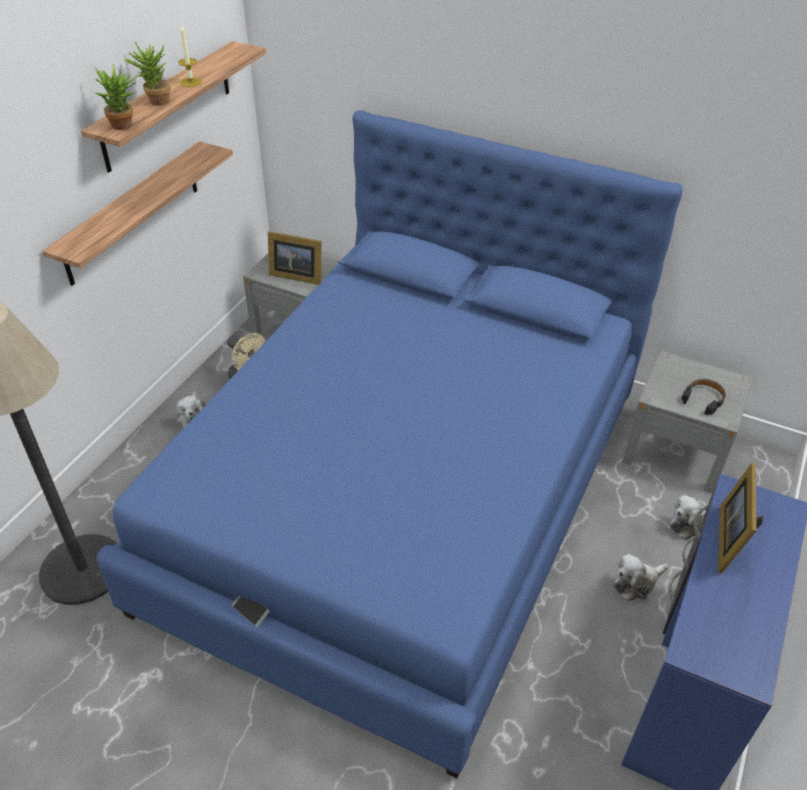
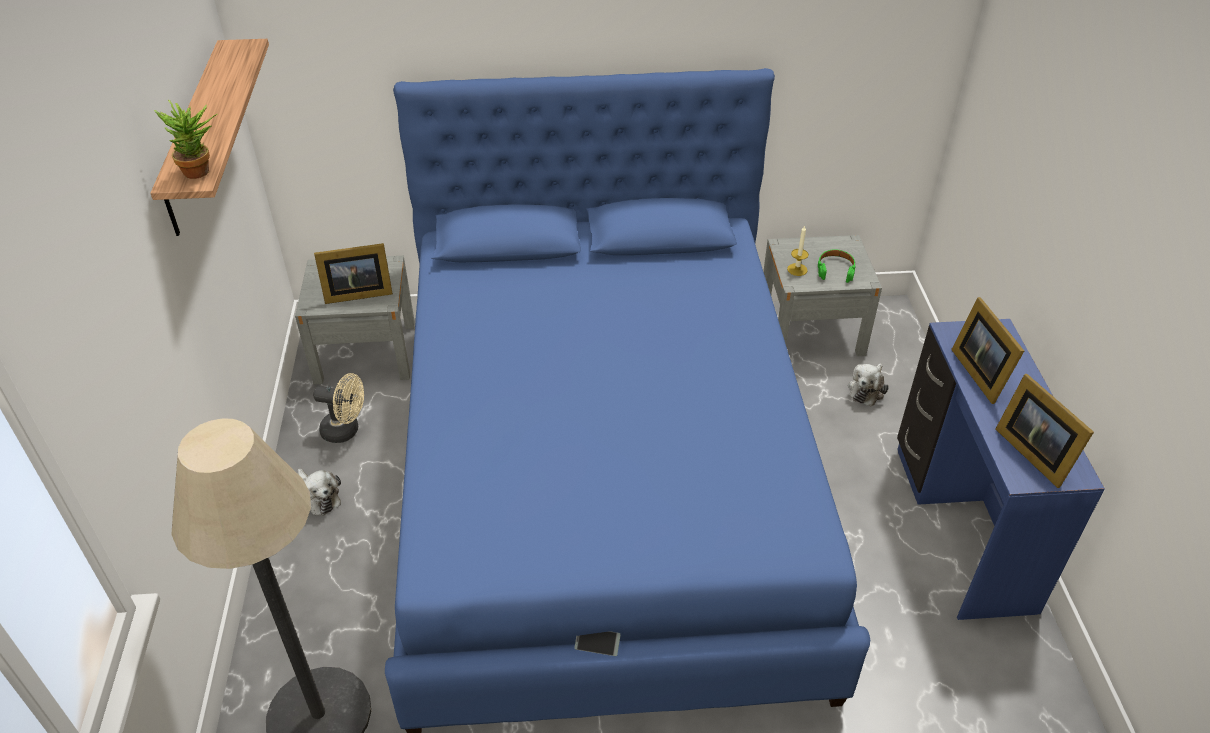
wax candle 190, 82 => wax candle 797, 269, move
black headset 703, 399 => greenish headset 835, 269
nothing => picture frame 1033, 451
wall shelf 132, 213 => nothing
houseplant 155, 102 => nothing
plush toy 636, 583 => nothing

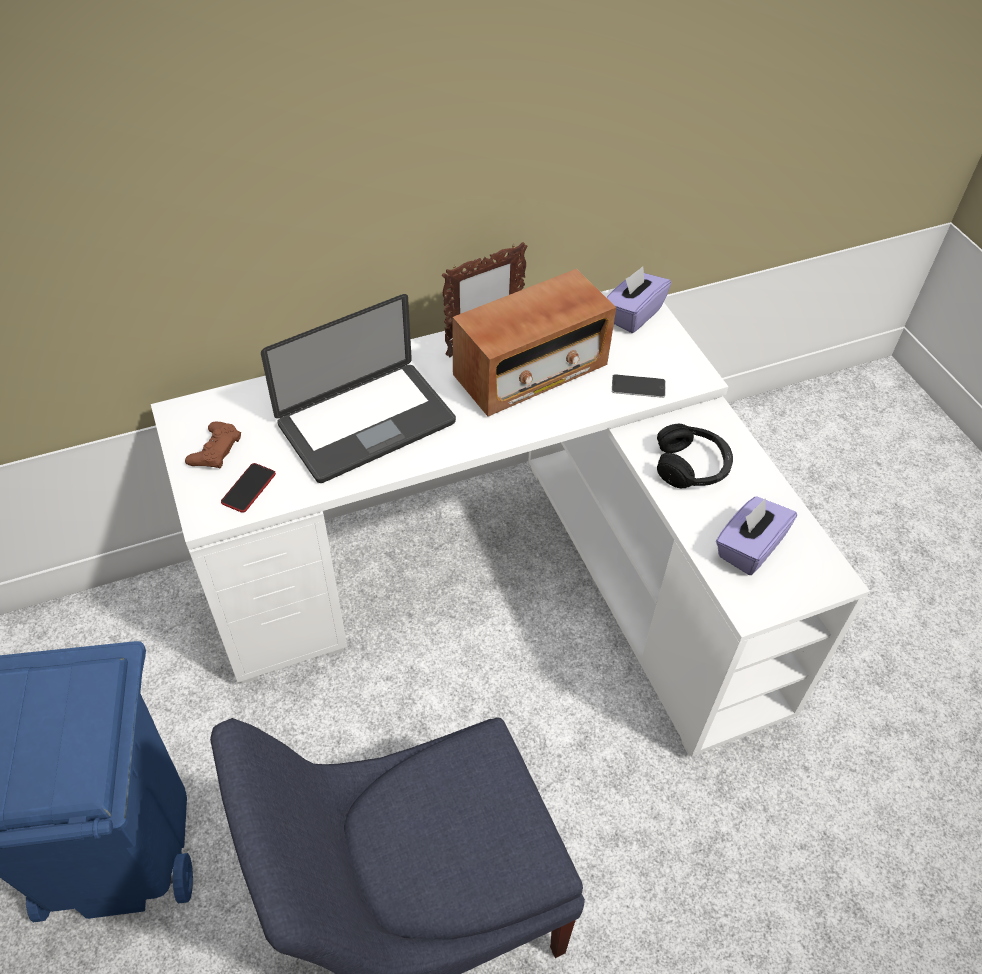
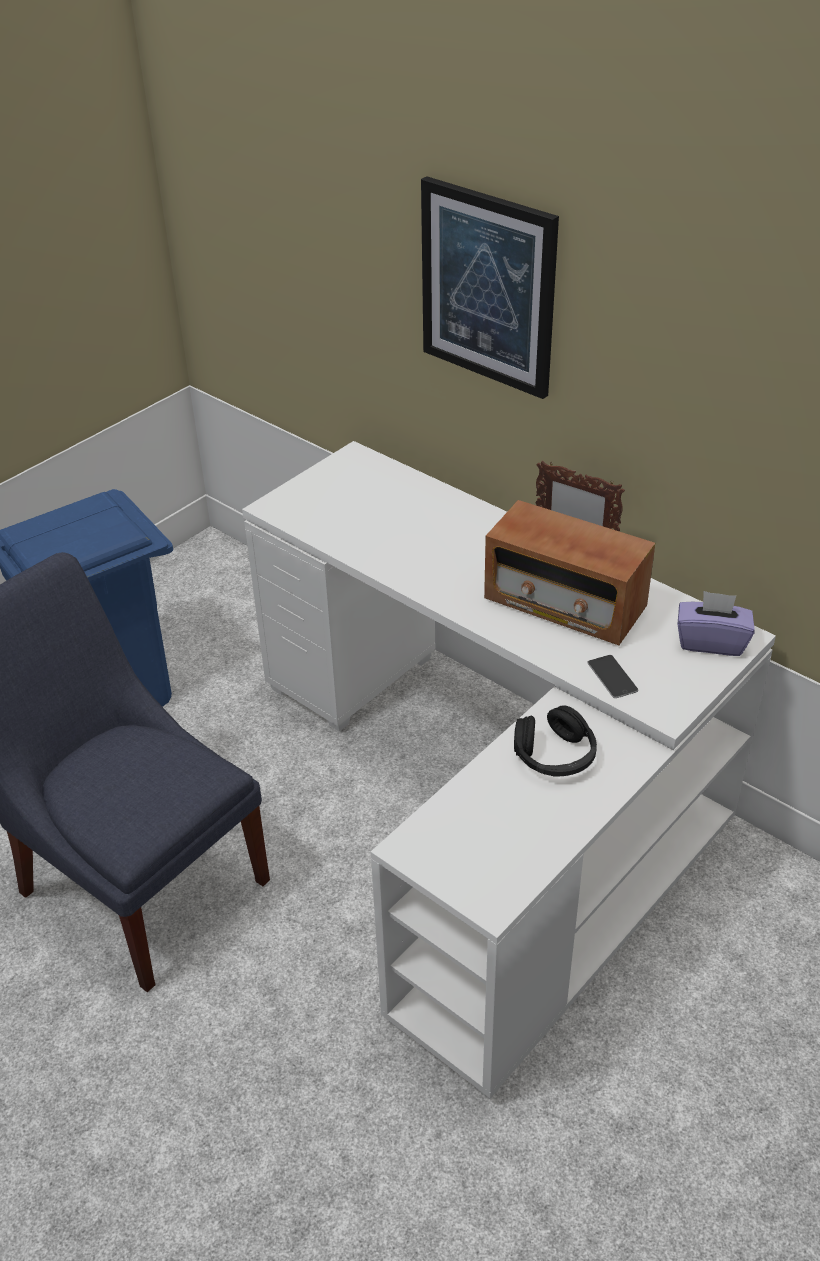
nothing => picture 488, 287
brown joypad 215, 450 => nothing
phone 248, 488 => nothing
portable computer 366, 424 => nothing
purple-coloured tissue box 748, 548 => nothing

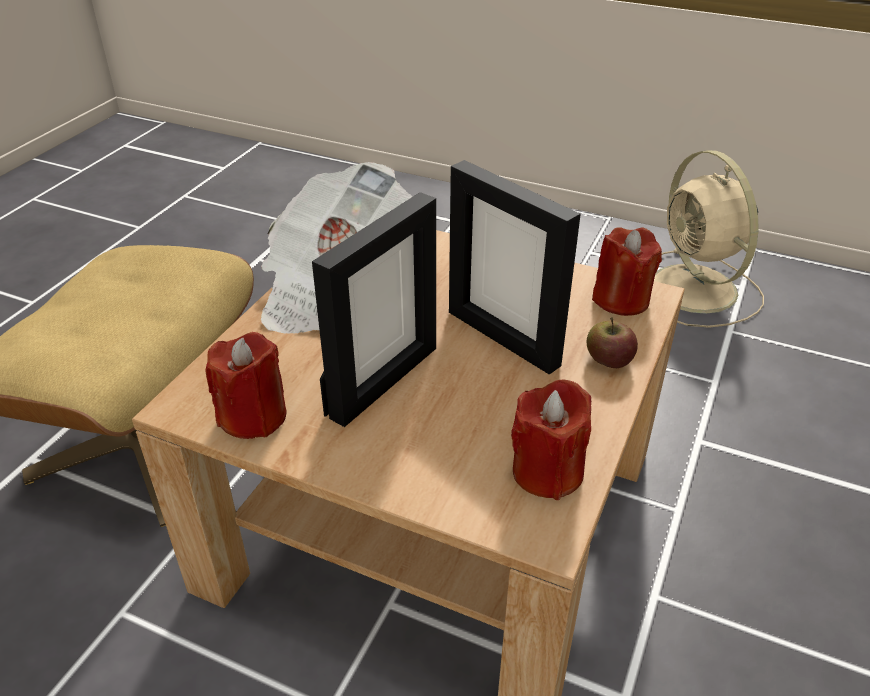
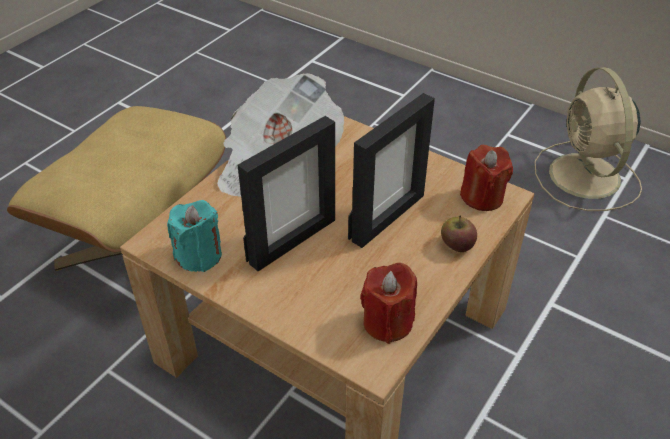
reddish wax candle 253, 416 => blue-green wax candle 199, 255
picture frame 504, 337 => picture frame 387, 217, 105 degrees counterclockwise

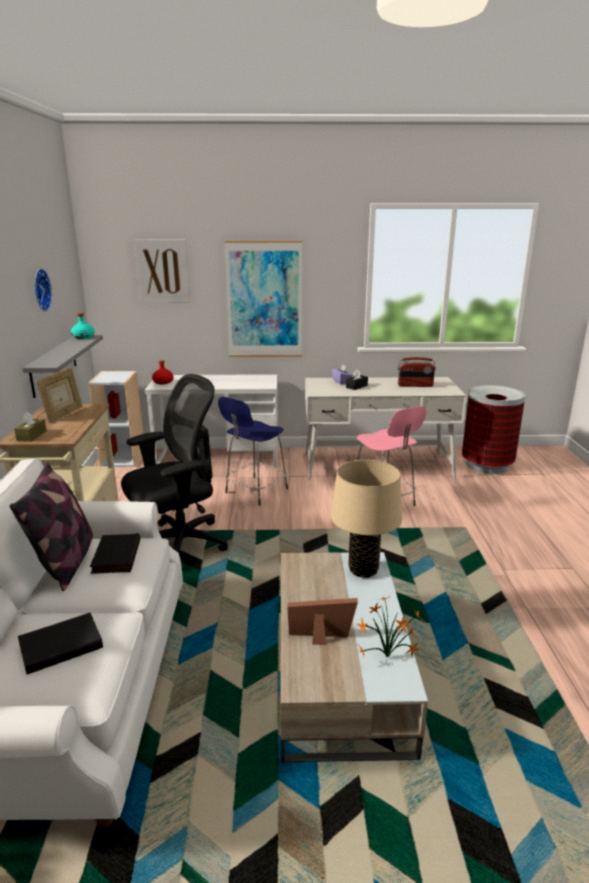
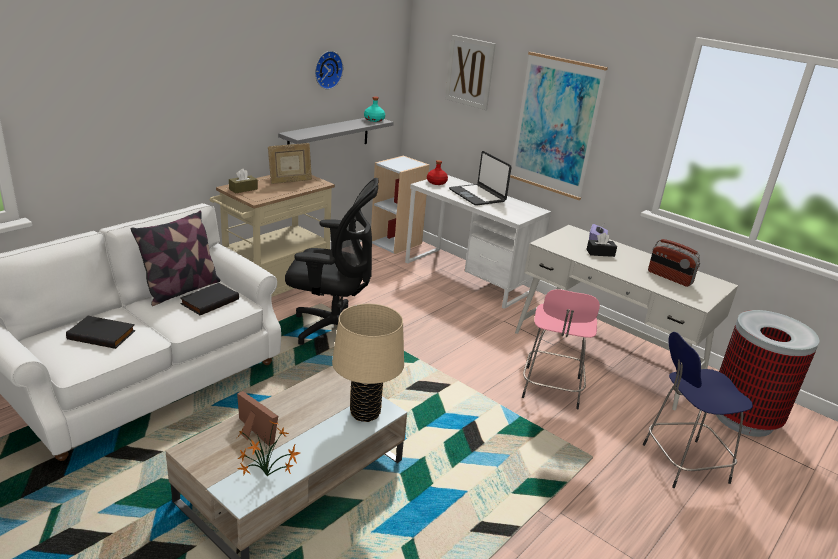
nothing => portable computer 477, 195
blue-coloured stool 255, 491 => blue-coloured stool 682, 463, move

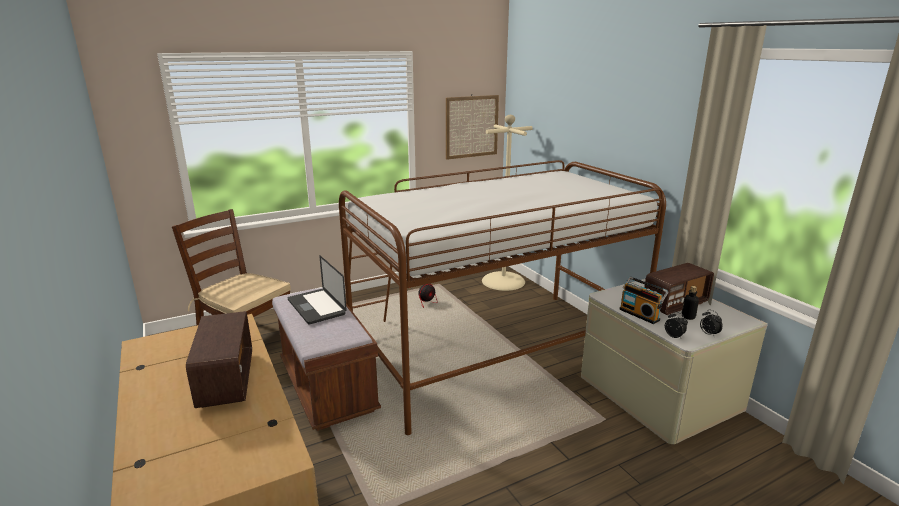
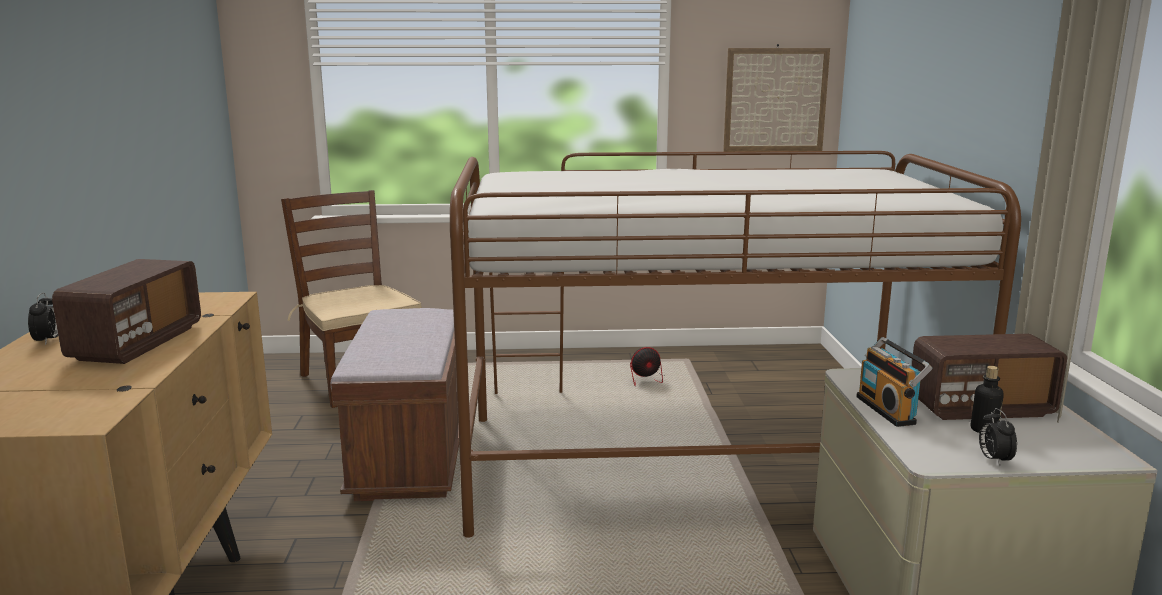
table clock 674, 336 => table clock 48, 341, move
portable computer 316, 307 => nothing
sand-coloured garment stand 503, 281 => nothing

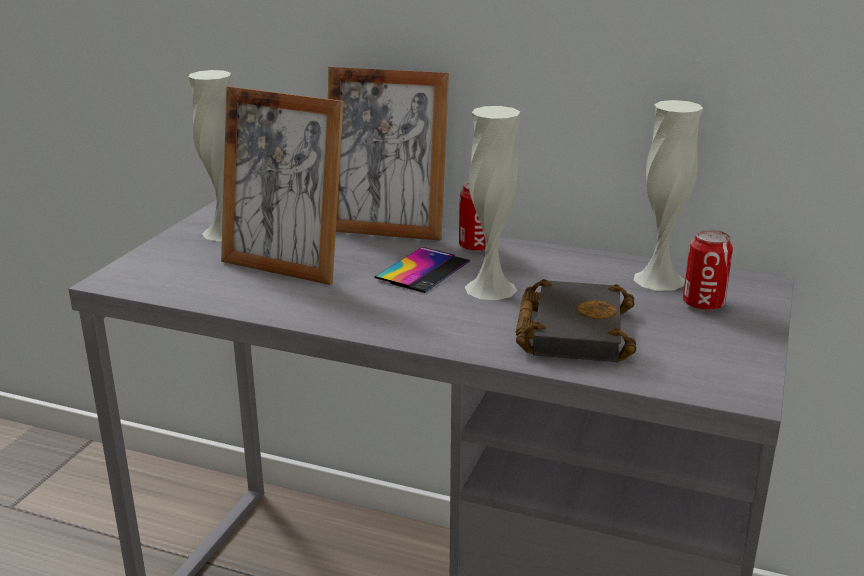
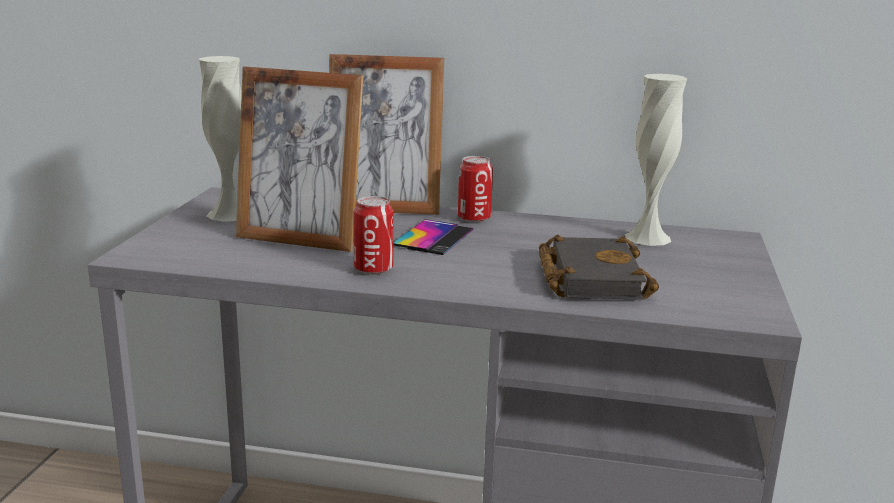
can 703, 304 => can 373, 269, move
white decorative vase 490, 288 => nothing

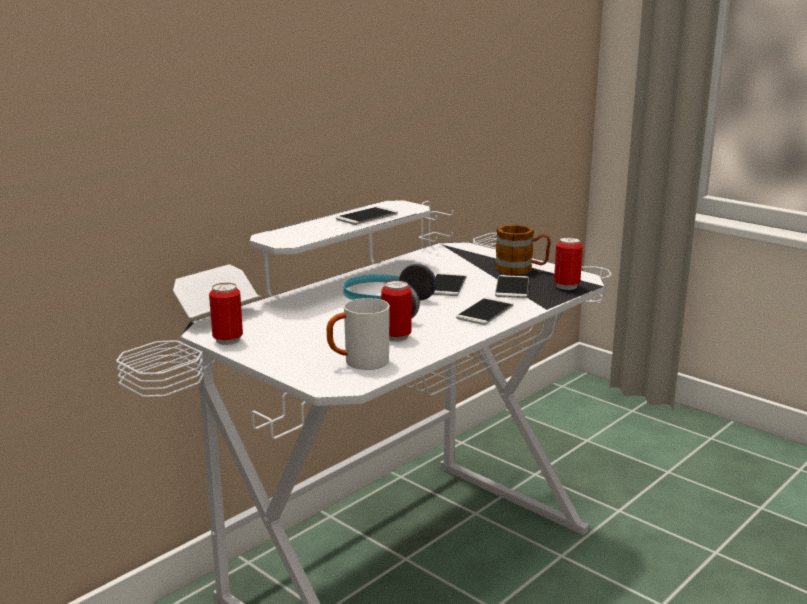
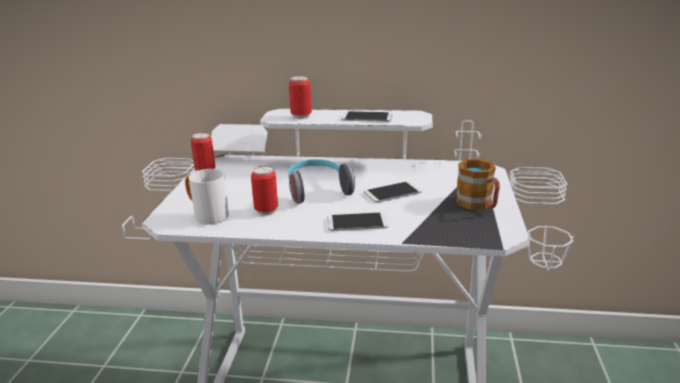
can 566, 286 => can 301, 116, move
phone 512, 287 => nothing

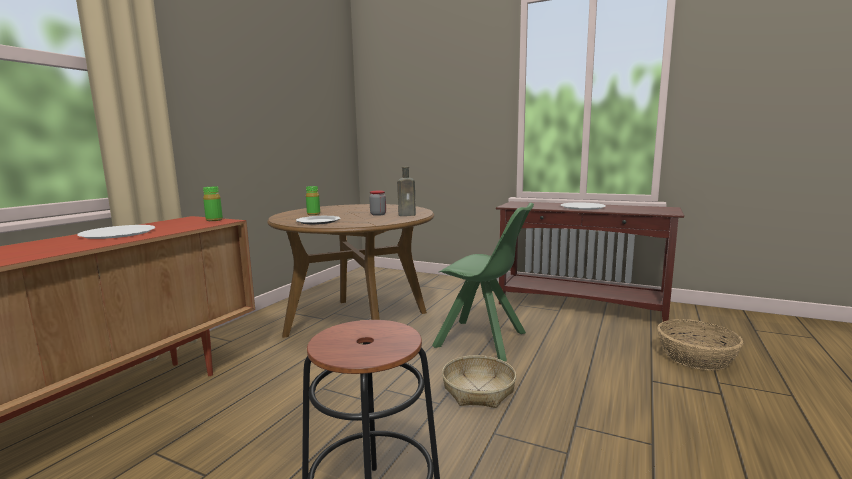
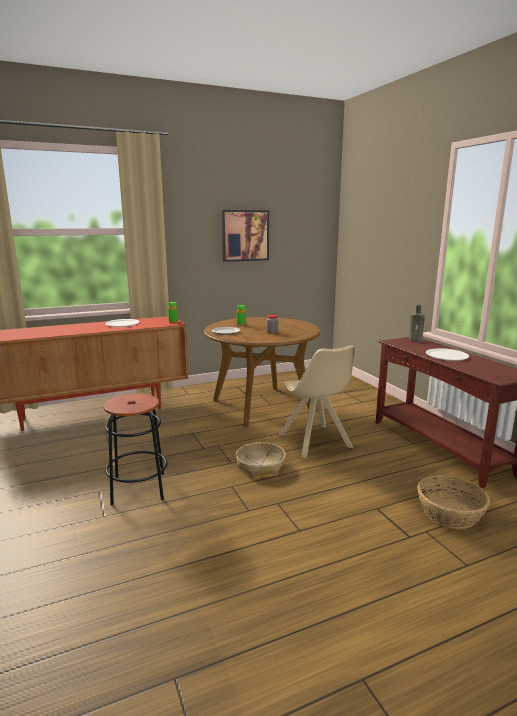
nothing => picture 245, 235
greenish upright chair 483, 340 => sand-coloured upright chair 315, 442
brown bottle 408, 215 => brown bottle 416, 340, move

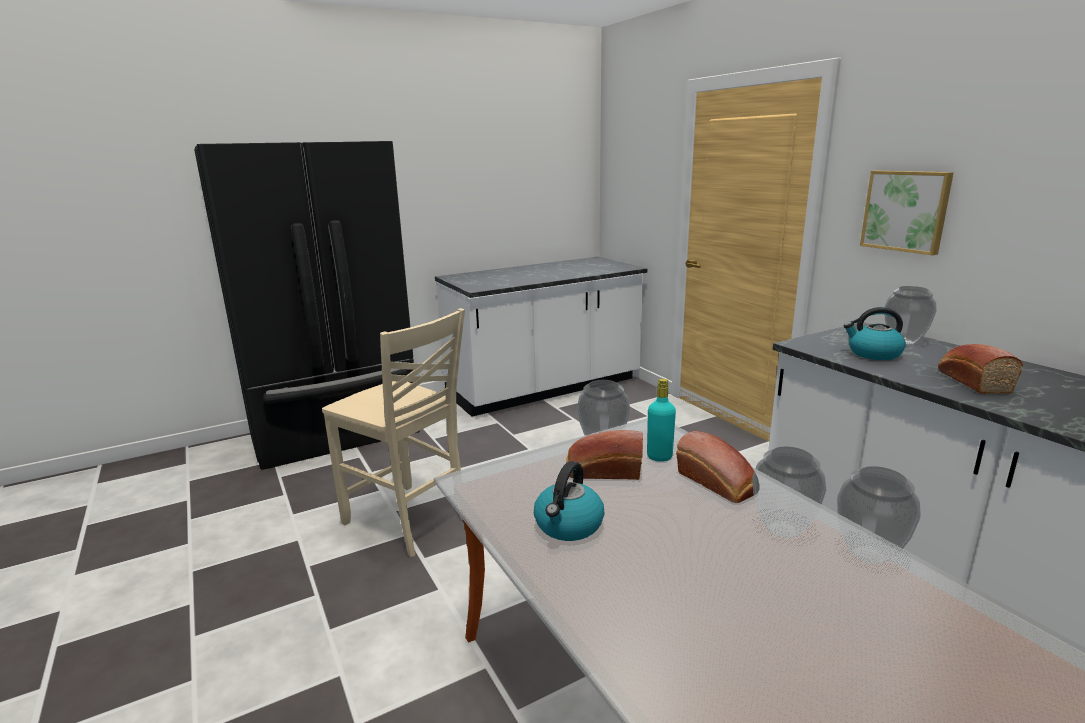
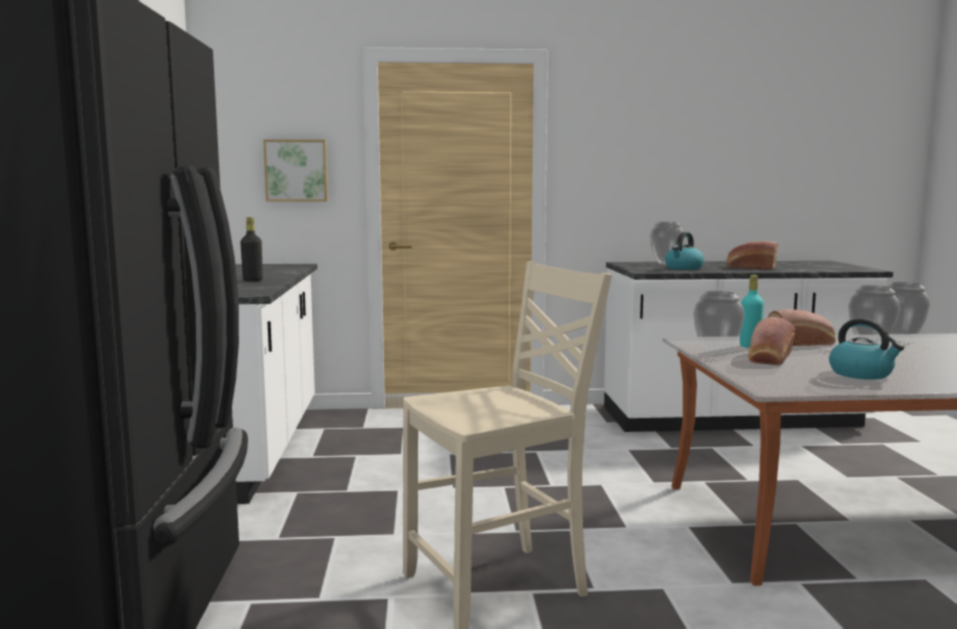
nothing => black bottle 252, 280
picture 906, 211 => picture 296, 170, move

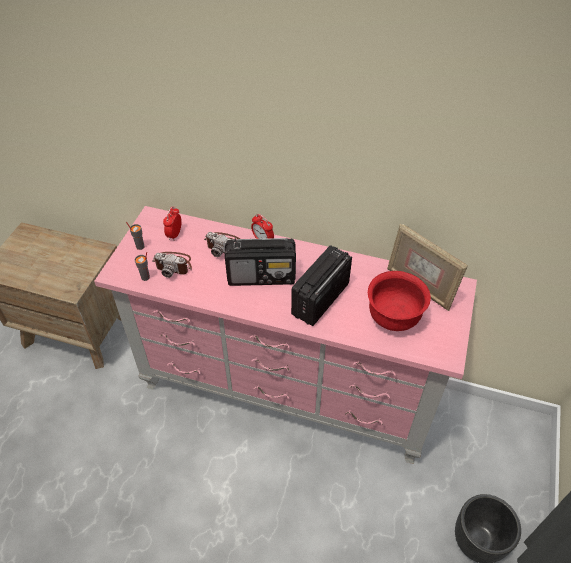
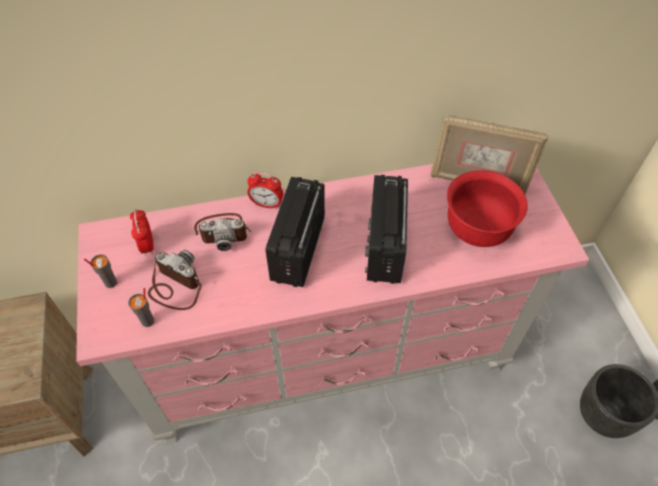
photo camera 174, 264 => photo camera 175, 286, 135 degrees counterclockwise
radio receiver 262, 276 => radio receiver 298, 249, 135 degrees clockwise

